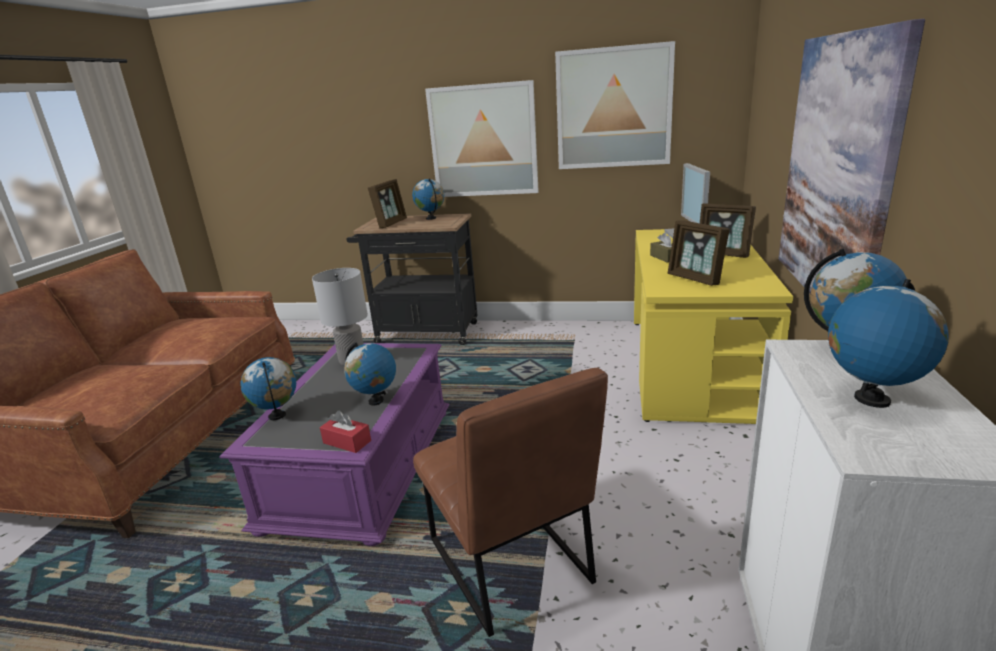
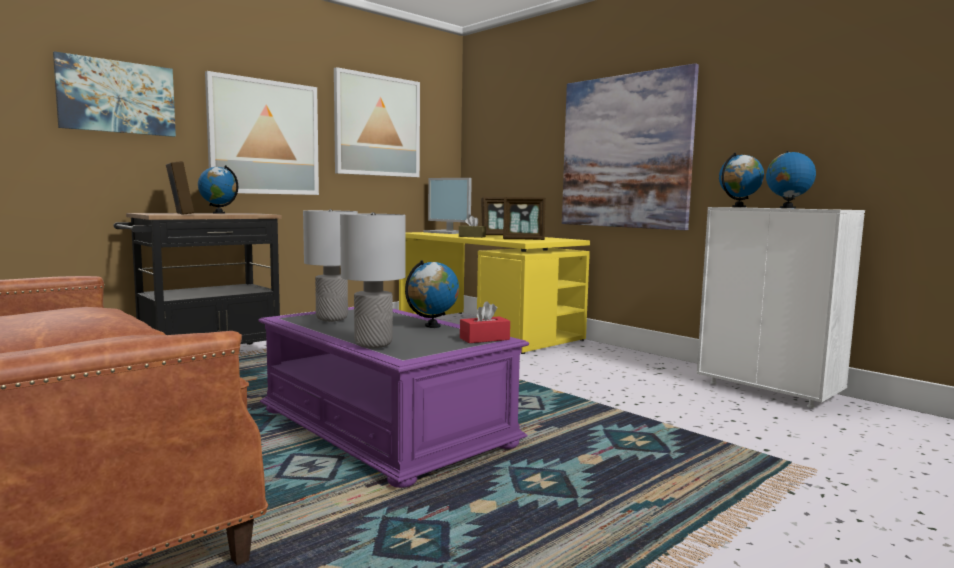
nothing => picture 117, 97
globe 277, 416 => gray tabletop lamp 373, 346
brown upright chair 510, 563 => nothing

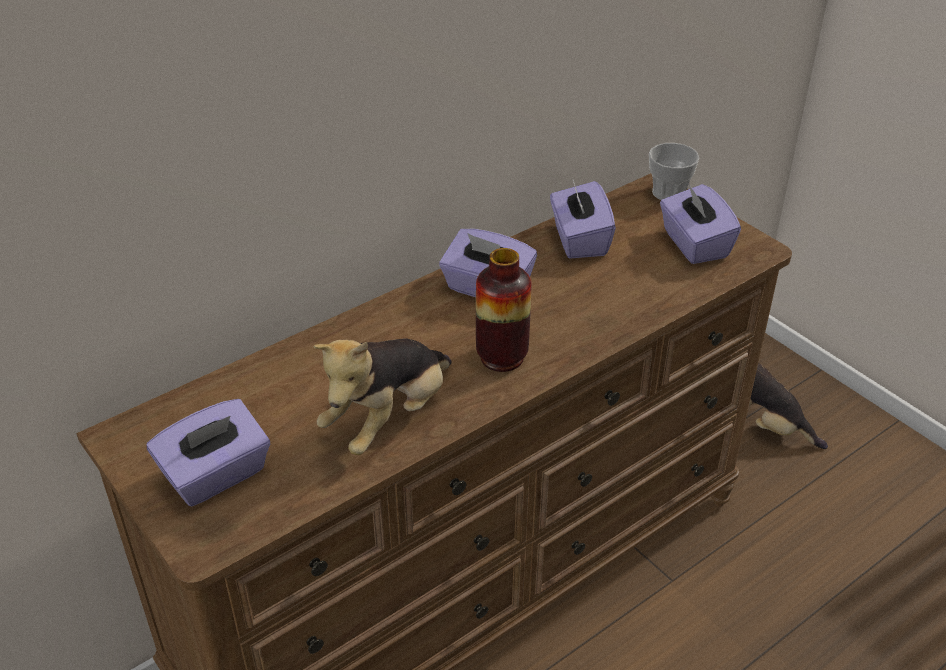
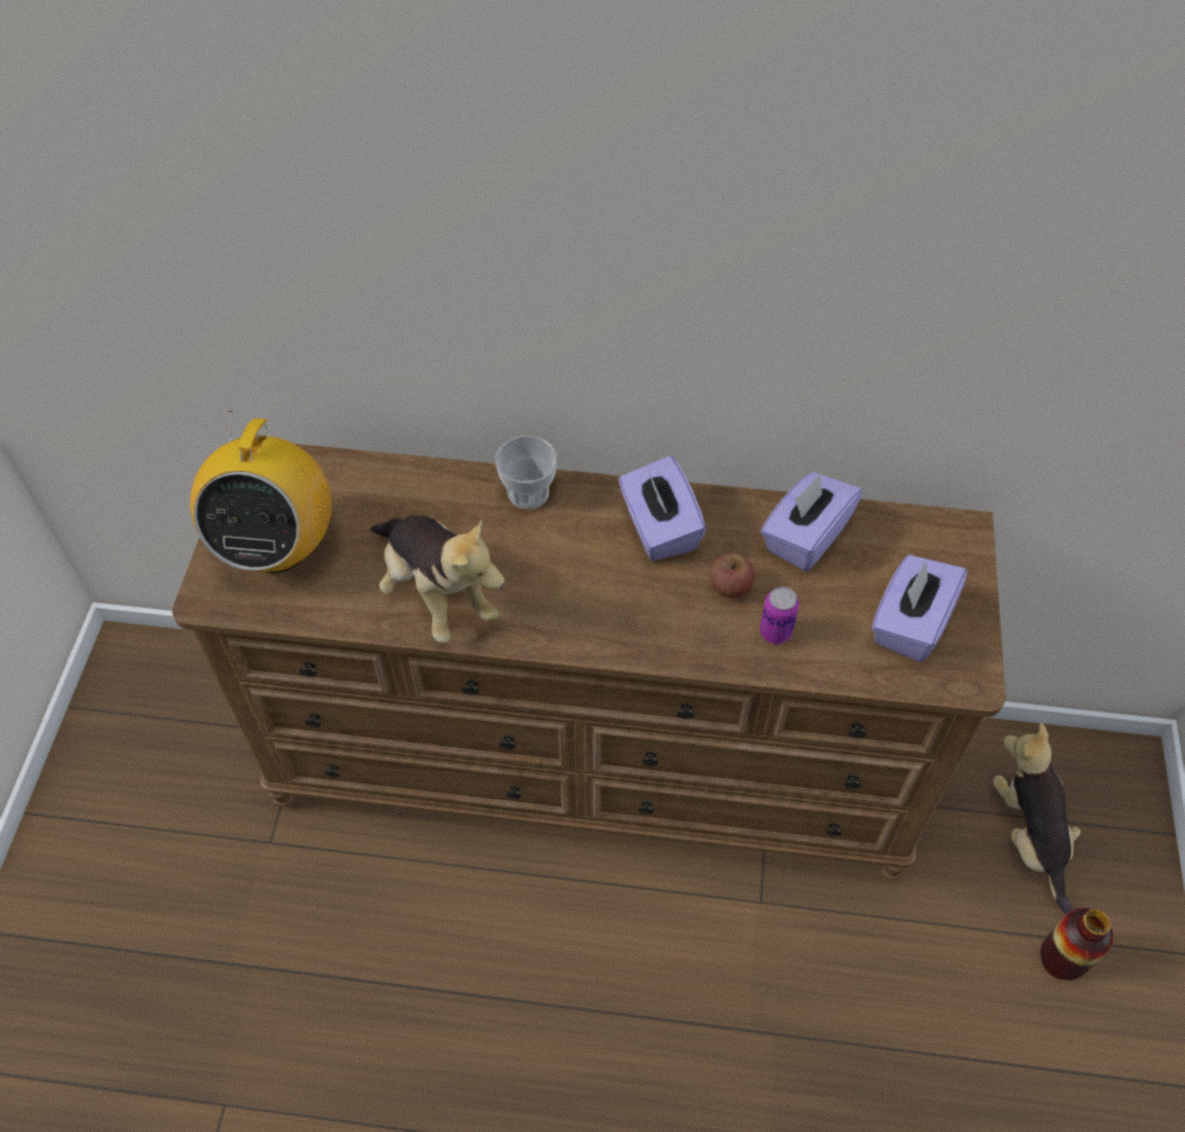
purple-coloured tissue box 216, 476 => radio receiver 276, 546
plush toy 388, 419 => plush toy 436, 593, 120 degrees counterclockwise
small cup 668, 193 => small cup 528, 493, move
nothing => apple 730, 586
nothing => can 775, 632
decorative vase 502, 357 => decorative vase 1060, 960, move

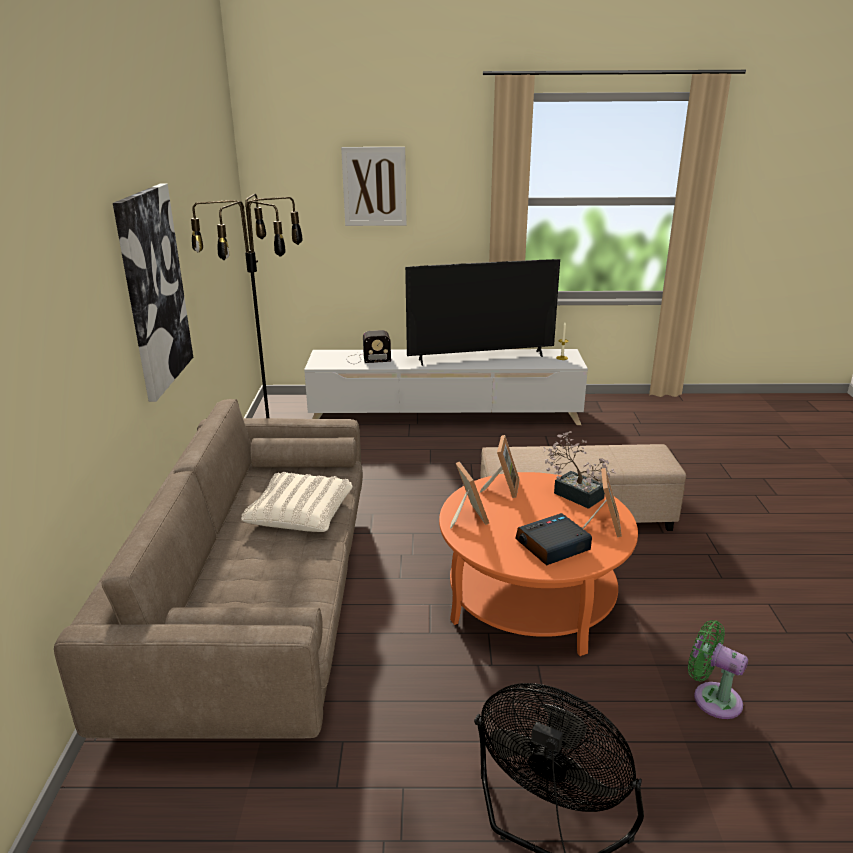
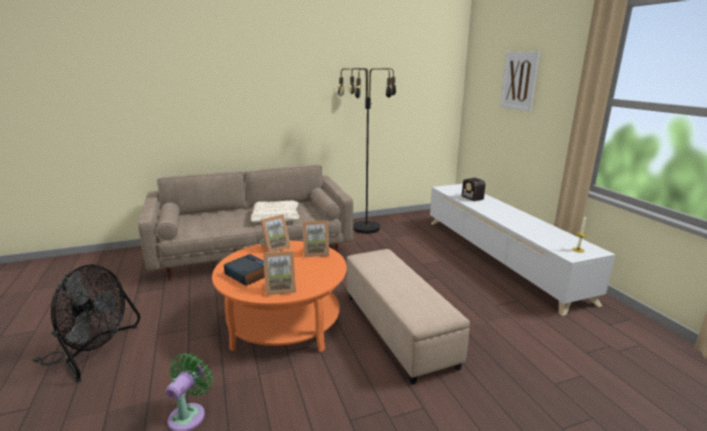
picture 153, 290 => nothing
TV 480, 358 => nothing
houseplant 574, 493 => nothing

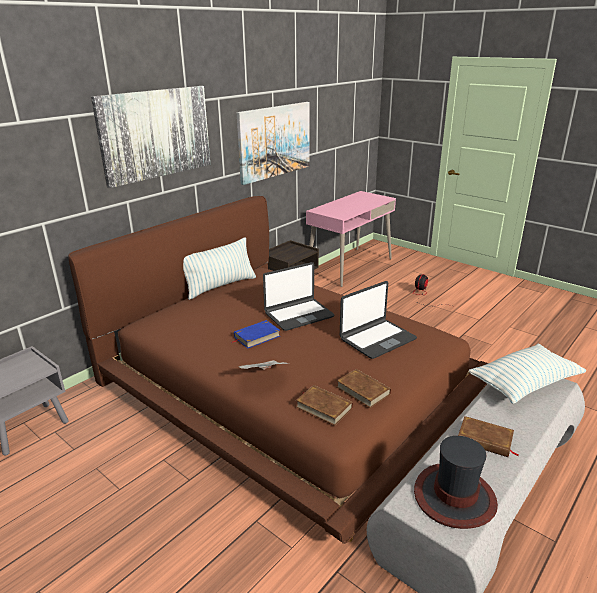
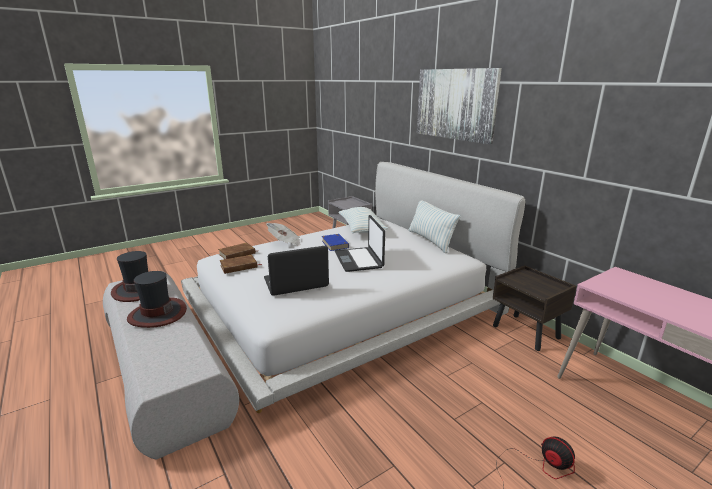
brown volume 485, 440 => wearable hat 157, 314
brown bedroom bed 286, 386 => white bedroom bed 345, 306
portable computer 377, 339 => portable computer 296, 283, 90 degrees clockwise
cushion 524, 383 => cushion 361, 229, move
picture 274, 141 => nothing

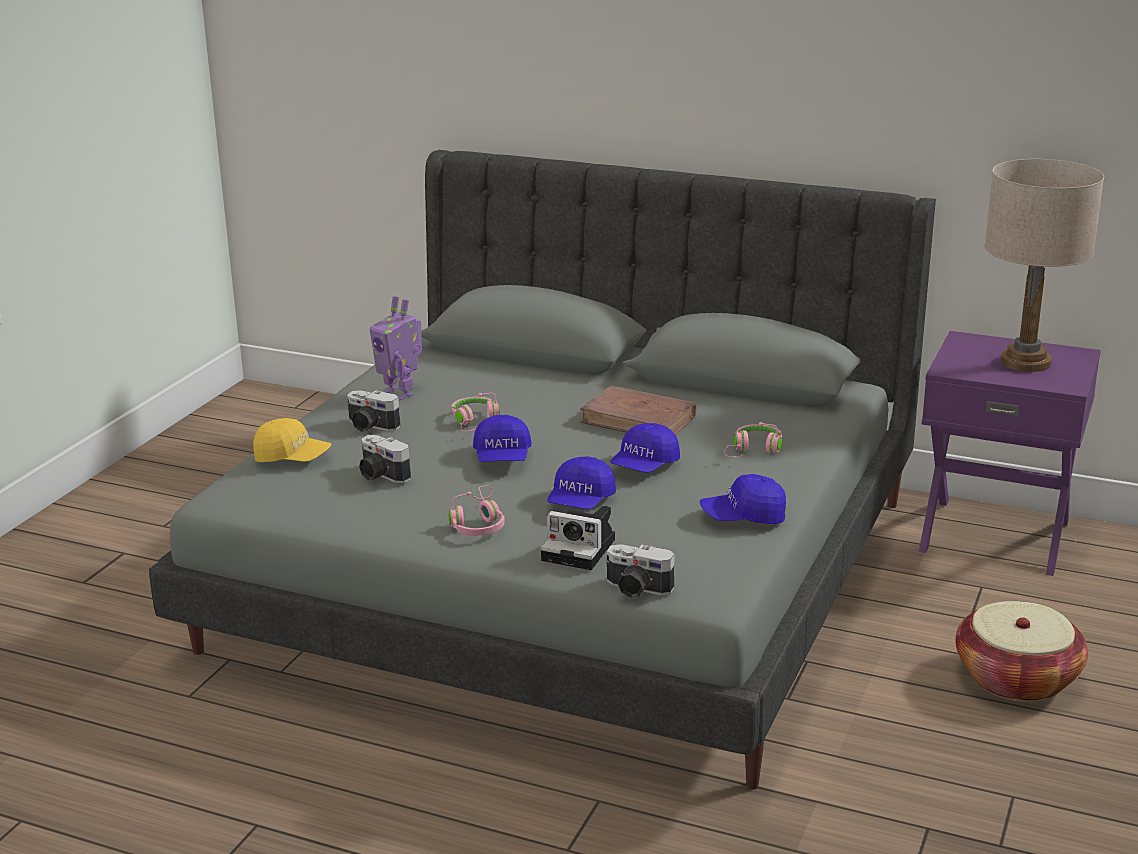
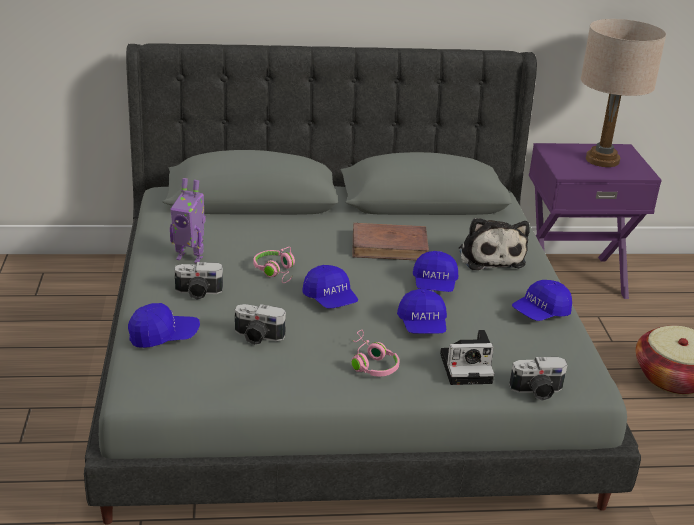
yellowish cap 292, 458 => blue-coloured cap 164, 337
pink headset 754, 450 => plush toy 490, 256

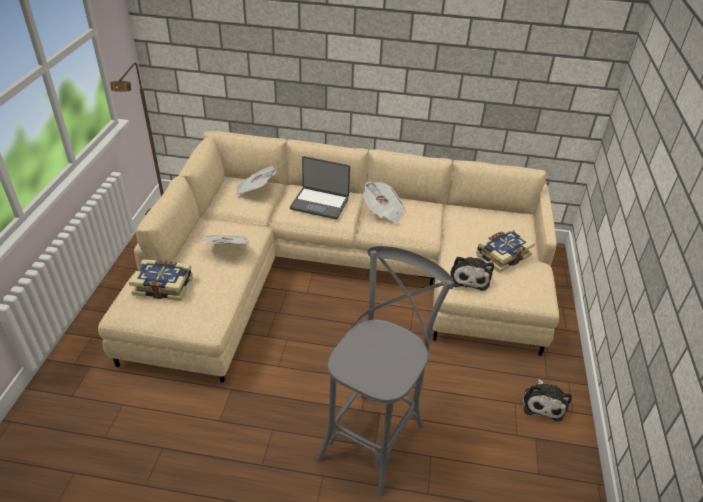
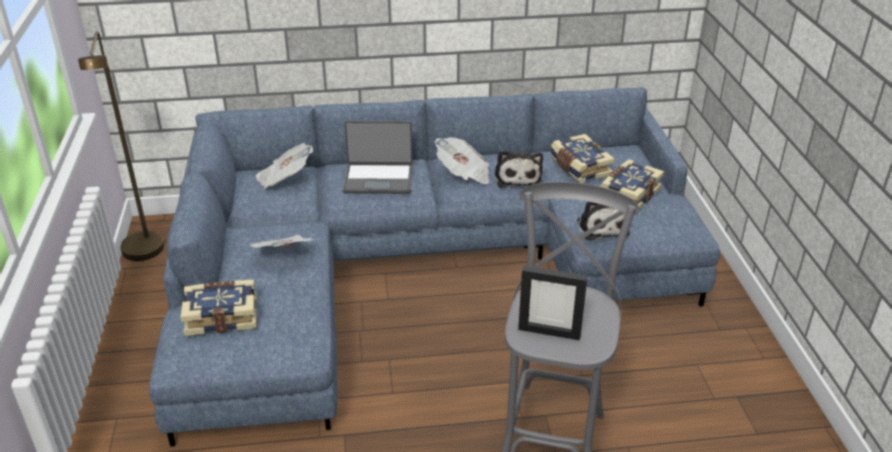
sand-coloured sofa 336, 274 => blue-coloured sofa 415, 268
plush toy 543, 403 => plush toy 517, 177, move
nothing => picture frame 549, 331
nothing => volume 579, 168

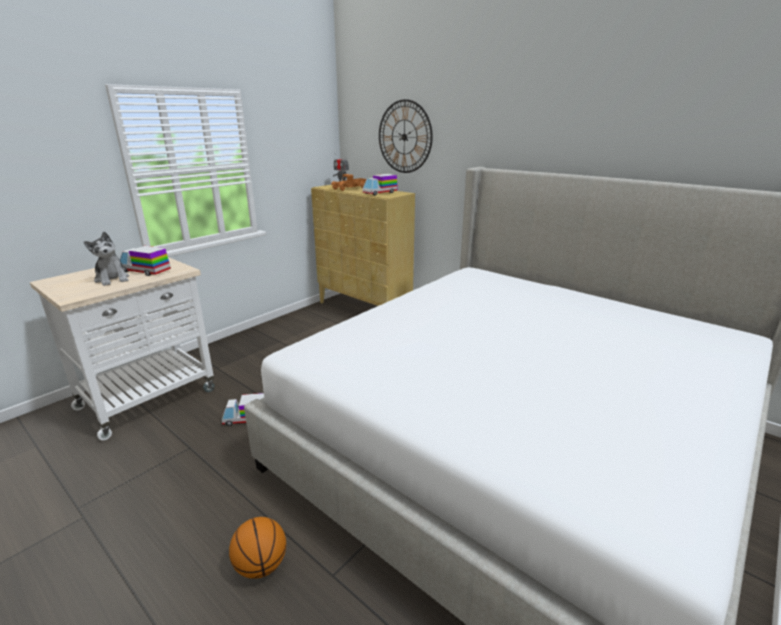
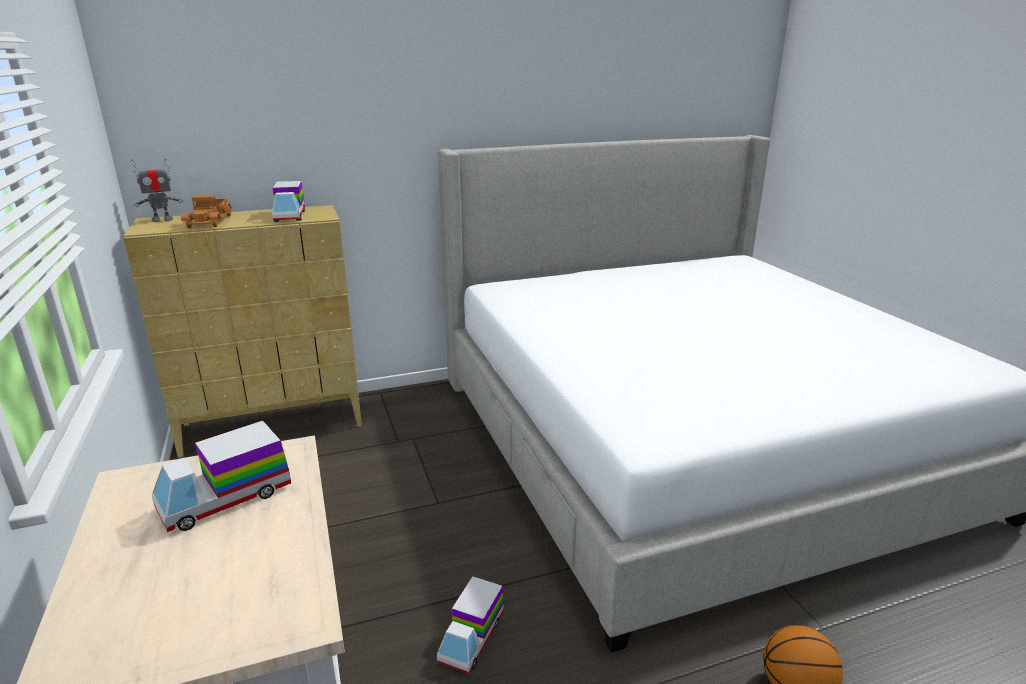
plush toy 112, 279 => nothing
hanging clock 404, 137 => nothing

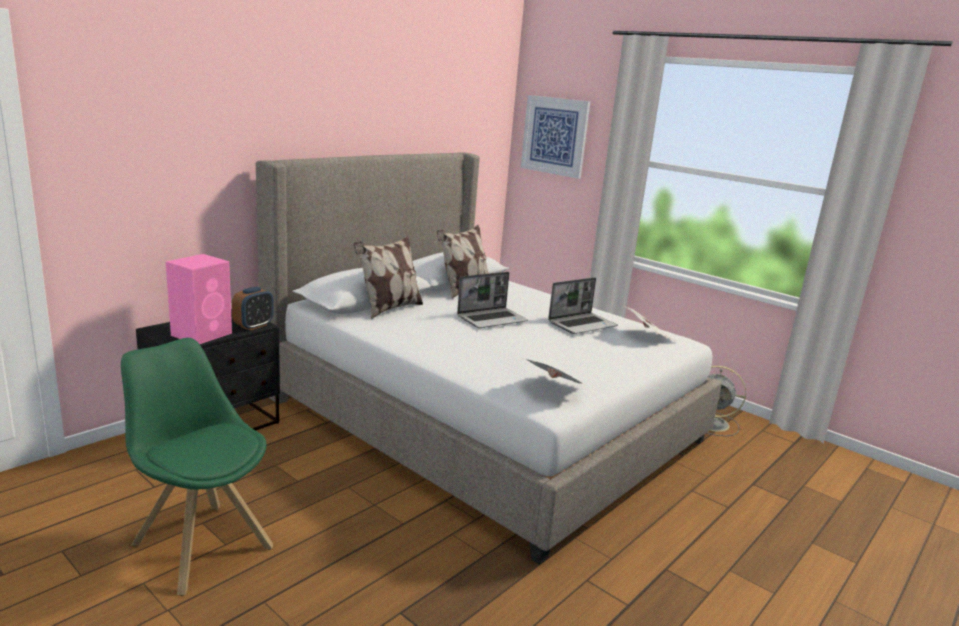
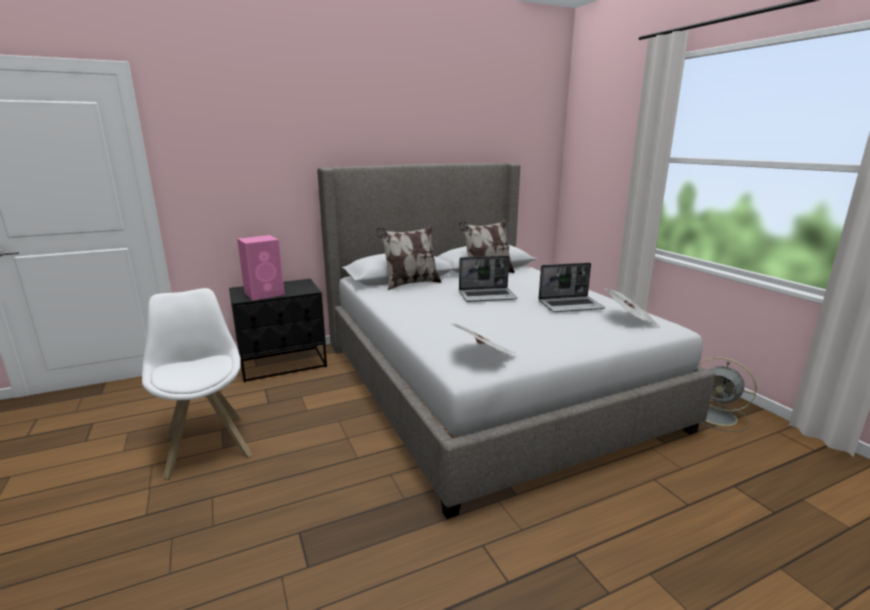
greenish upright chair 201, 545 => white upright chair 207, 445
table clock 253, 326 => nothing
picture 554, 136 => nothing

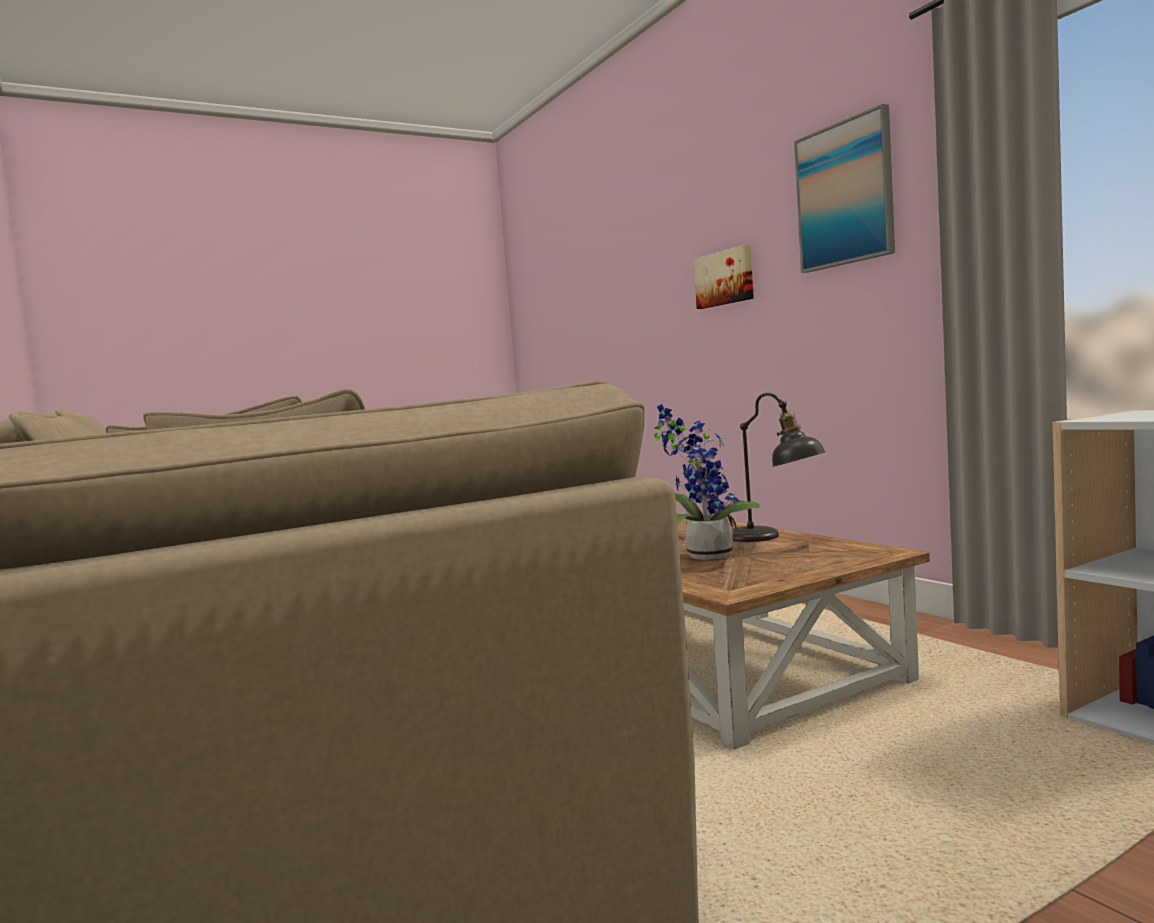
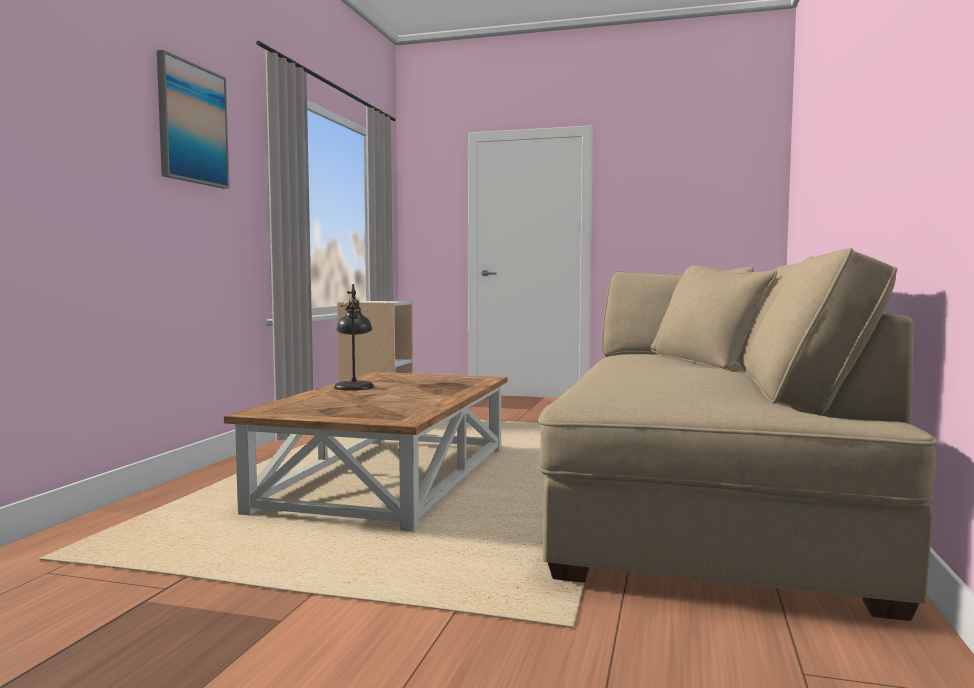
houseplant 704, 556 => nothing
picture 725, 278 => nothing

